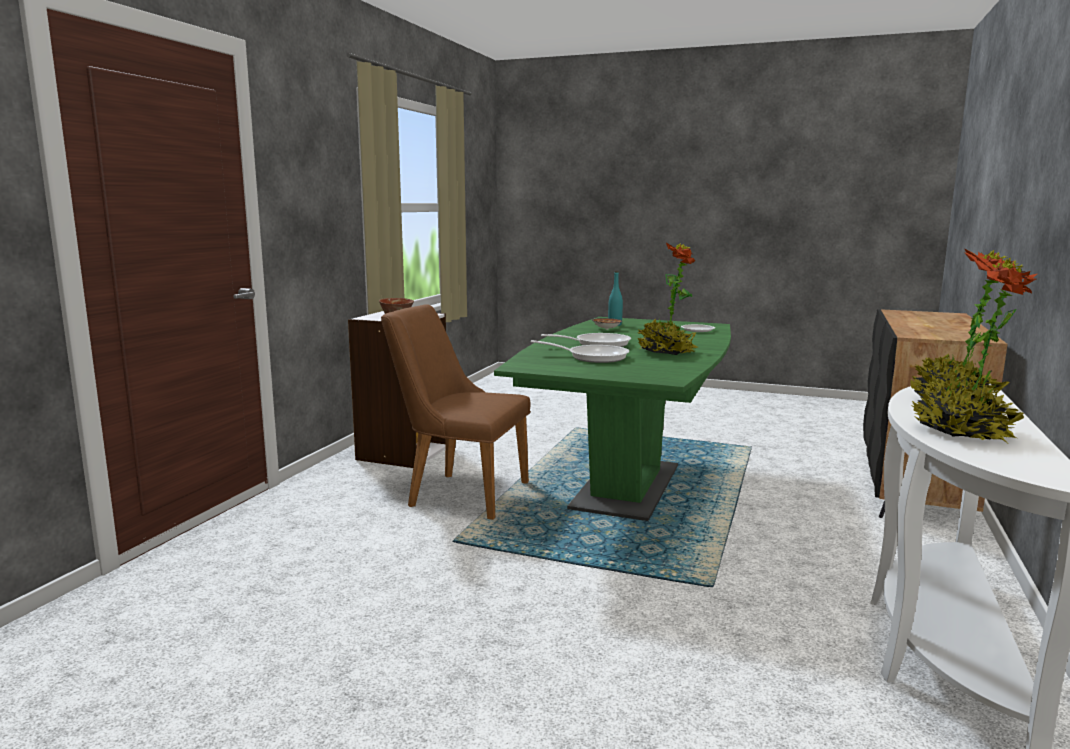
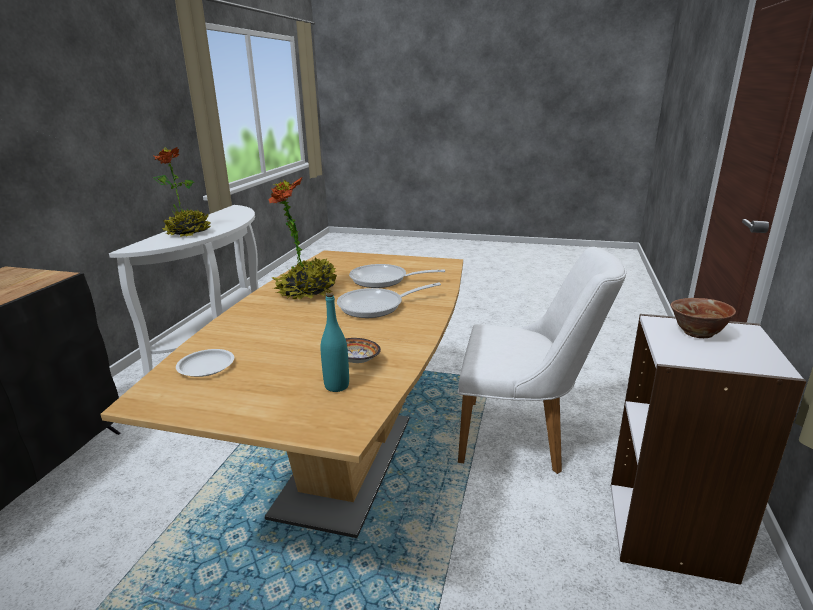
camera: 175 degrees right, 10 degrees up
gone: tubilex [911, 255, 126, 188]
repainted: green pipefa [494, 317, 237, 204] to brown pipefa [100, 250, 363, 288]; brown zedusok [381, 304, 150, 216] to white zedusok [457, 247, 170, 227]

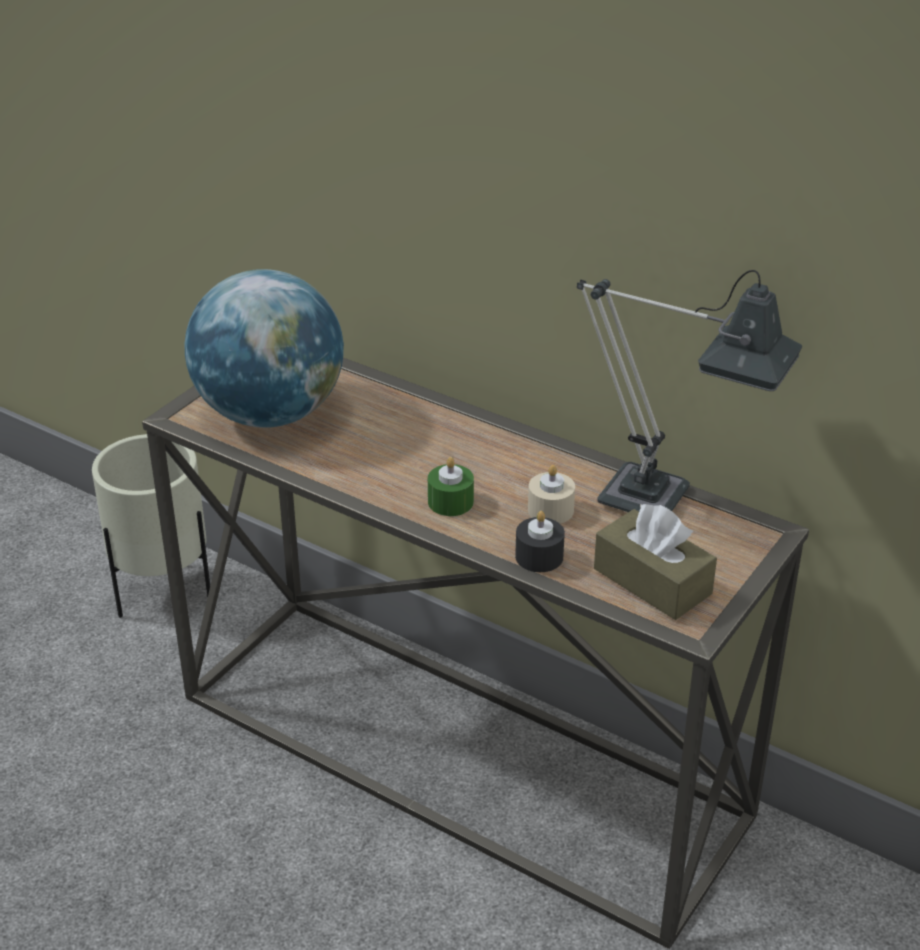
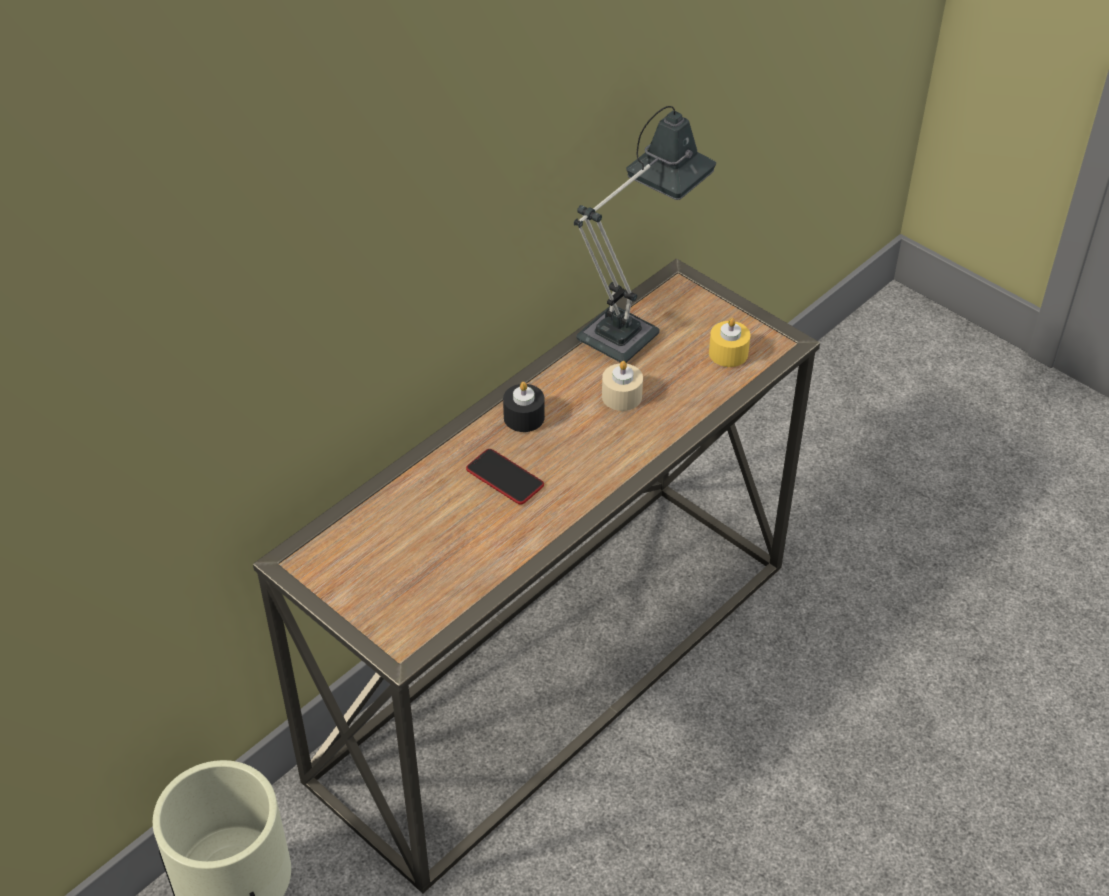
camera: 80 degrees left, 10 degrees up
gone: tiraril [185, 269, 159, 159]; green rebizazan [428, 457, 46, 59]
new: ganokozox [466, 449, 78, 56]
shifted: black rebizazan [515, 511, 50, 61] to [503, 382, 42, 50]
swapped: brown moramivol [594, 504, 123, 116] to yellow rebizazan [709, 318, 41, 49]

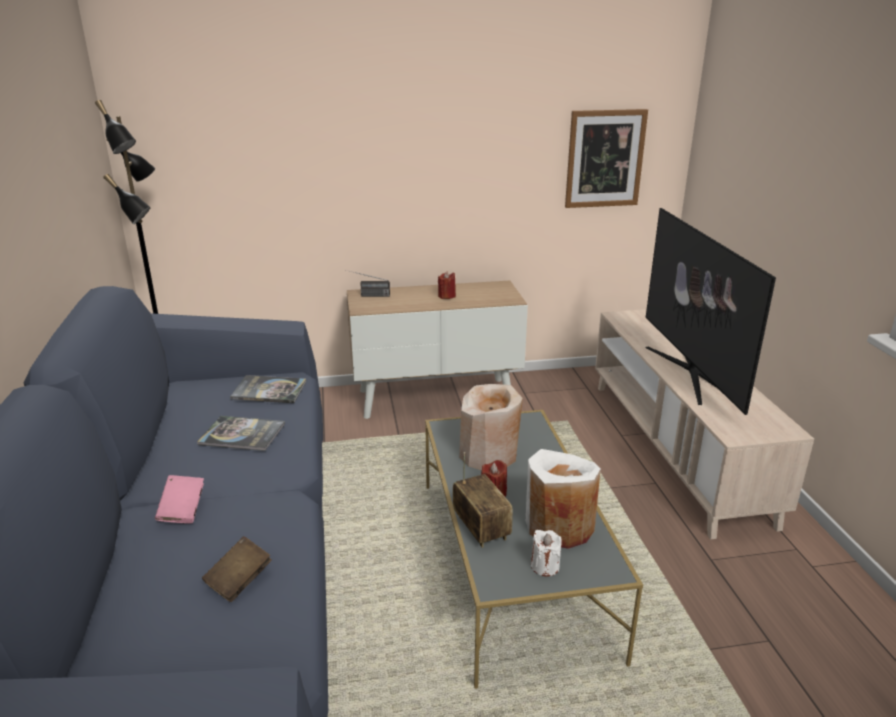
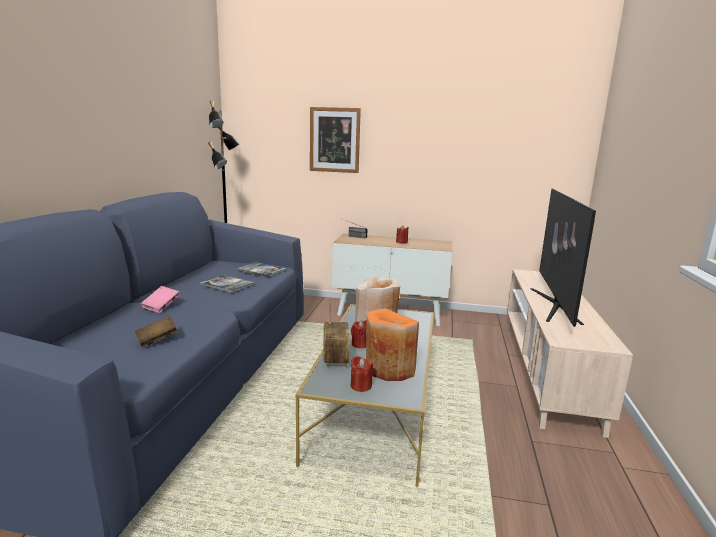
camera: 20 degrees right, 10 degrees down
shifted: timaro [565, 109, 83, 99] to [310, 107, 51, 66]
repainted: white rebizazan [531, 530, 31, 47] to red rebizazan [351, 356, 22, 36]; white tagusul [526, 449, 75, 100] to orange tagusul [366, 308, 53, 73]

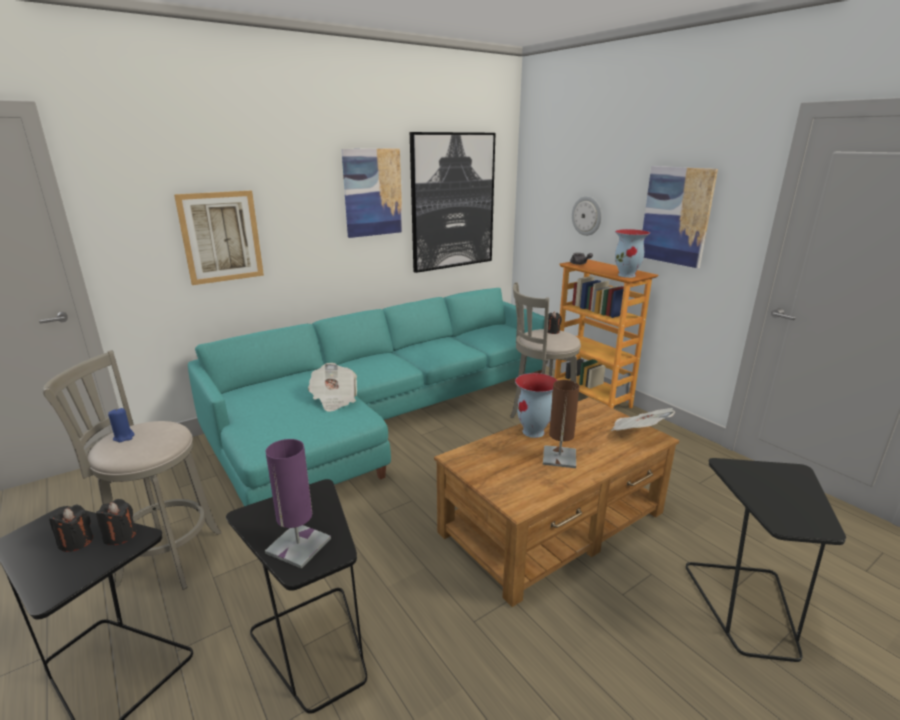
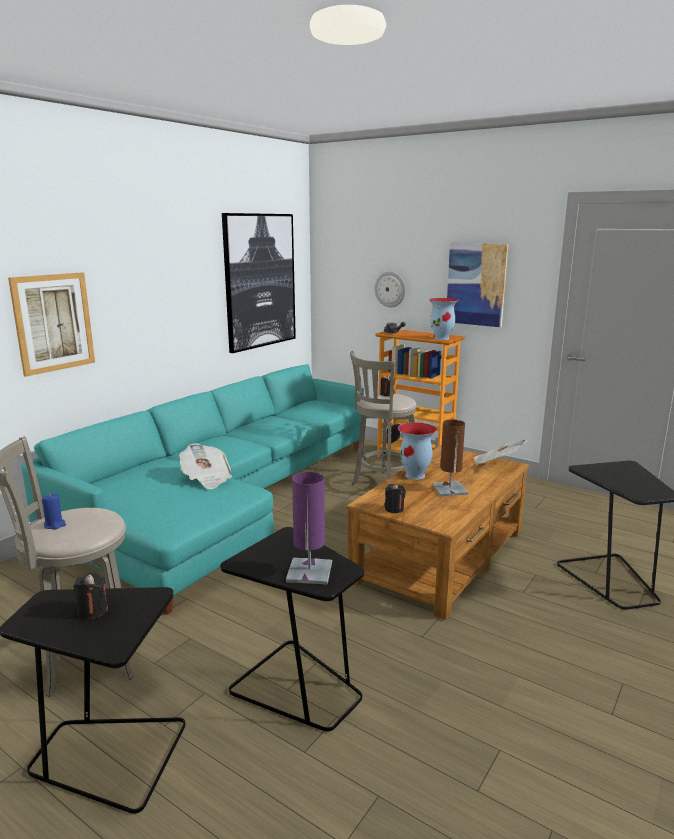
camera: 20 degrees left, 5 degrees down
gone: timaro [341, 148, 62, 90]
shifted: black rebizazan [96, 499, 40, 46] to [385, 483, 21, 30]

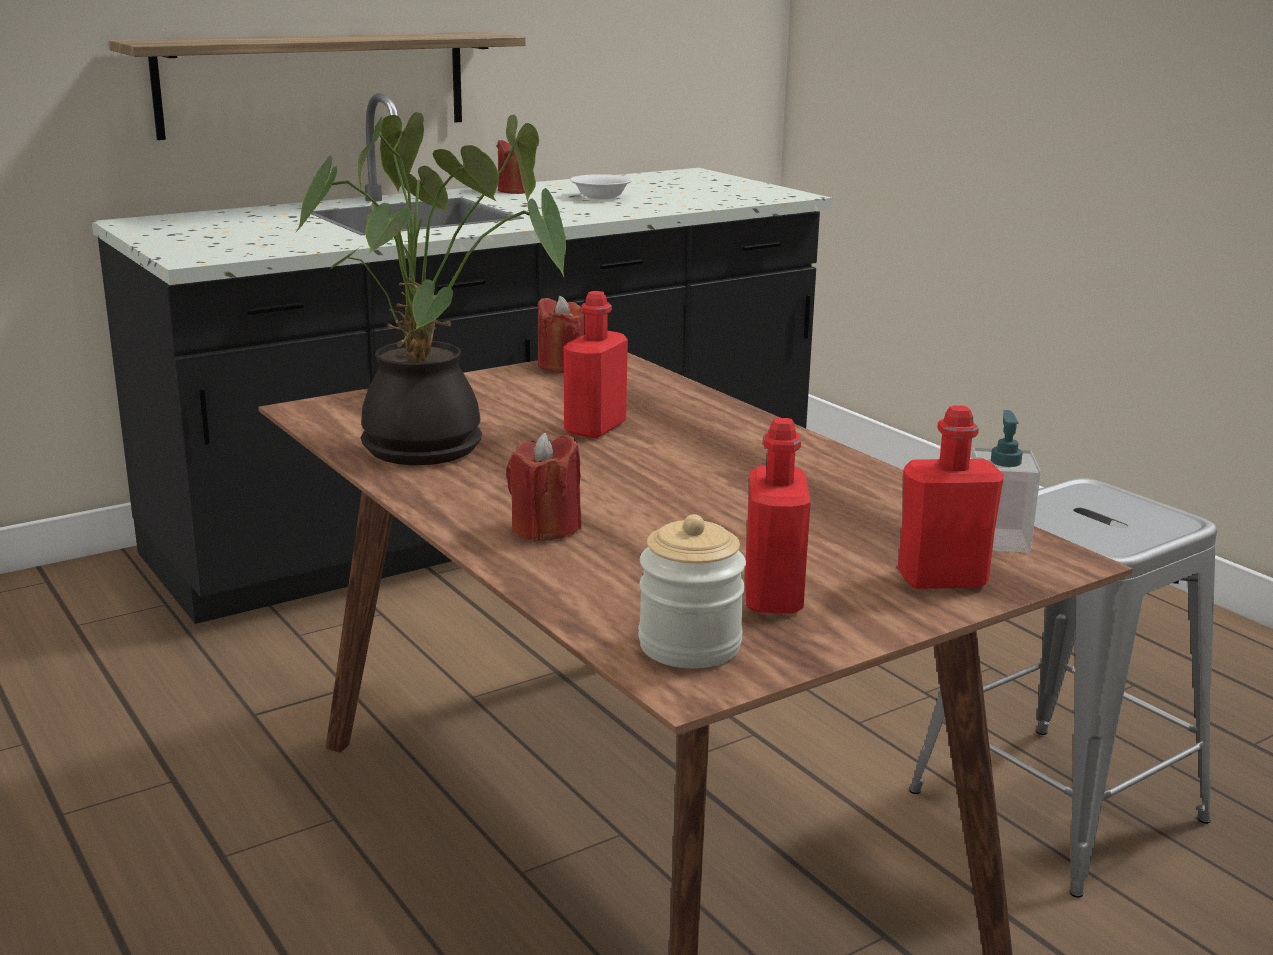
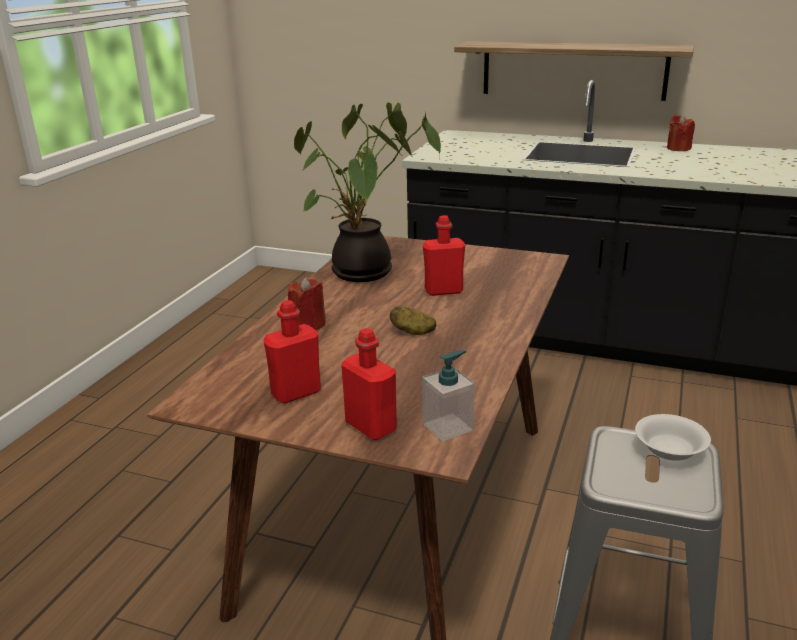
camera: 55 degrees right, 5 degrees up
gone: red rebizazan [537, 296, 48, 77]; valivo [638, 514, 108, 154]
new: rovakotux [390, 305, 46, 30]
shifted: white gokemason [570, 174, 63, 26] to [635, 414, 76, 47]

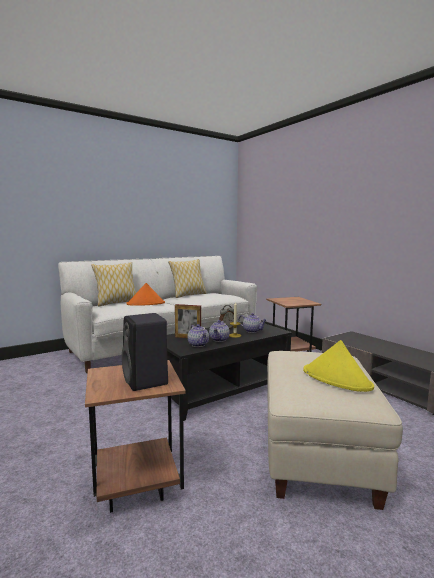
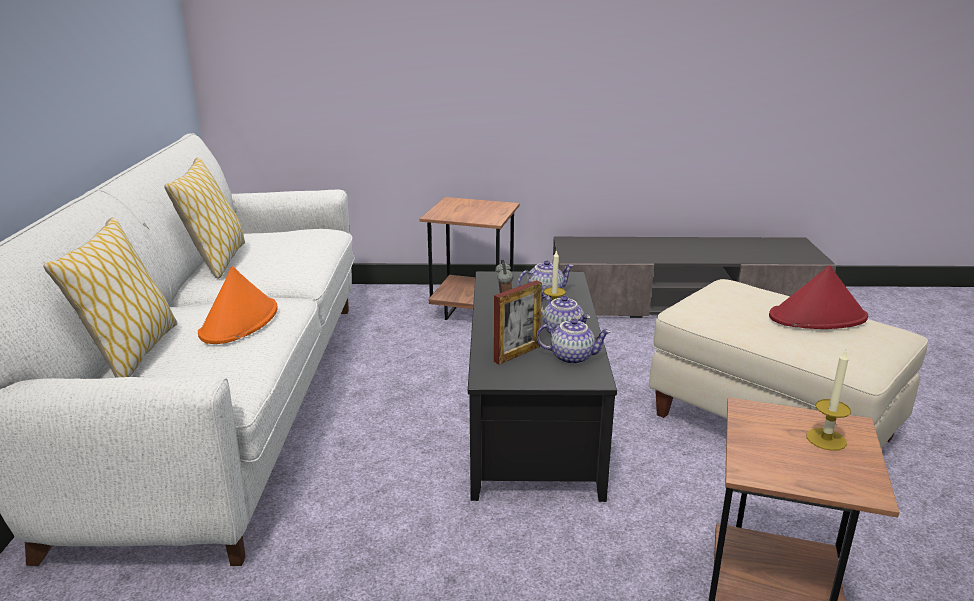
camera: 55 degrees left, 15 degrees up
swapped: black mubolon [122, 313, 46, 78] to rebizazan [806, 350, 45, 101]
repainted: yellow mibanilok [303, 340, 71, 52] to red mibanilok [769, 265, 99, 64]

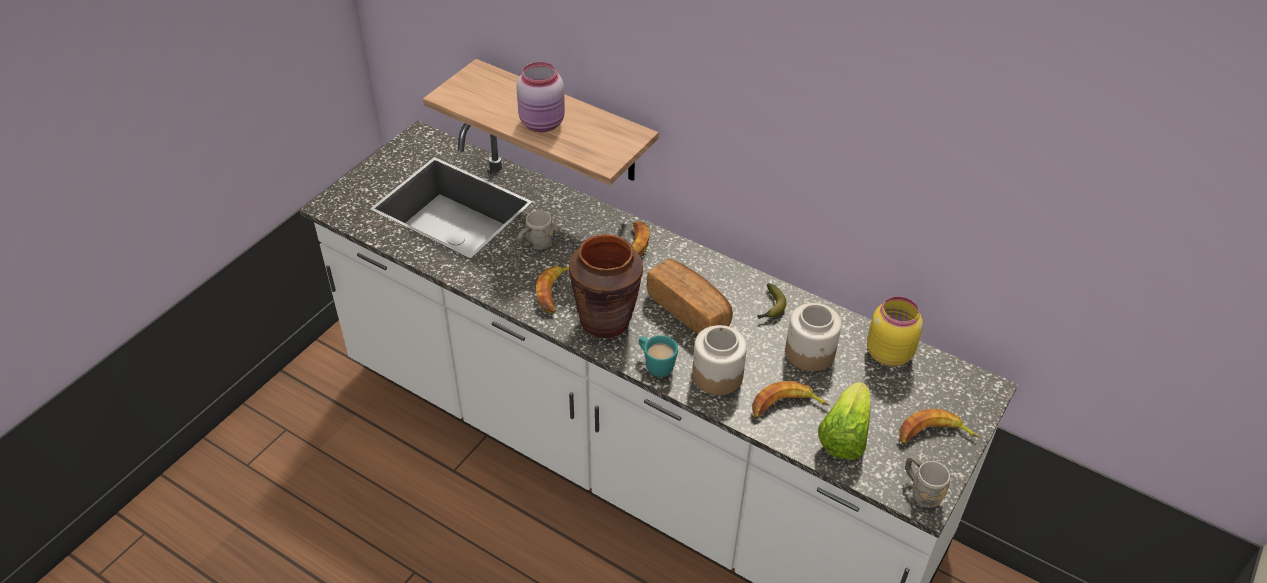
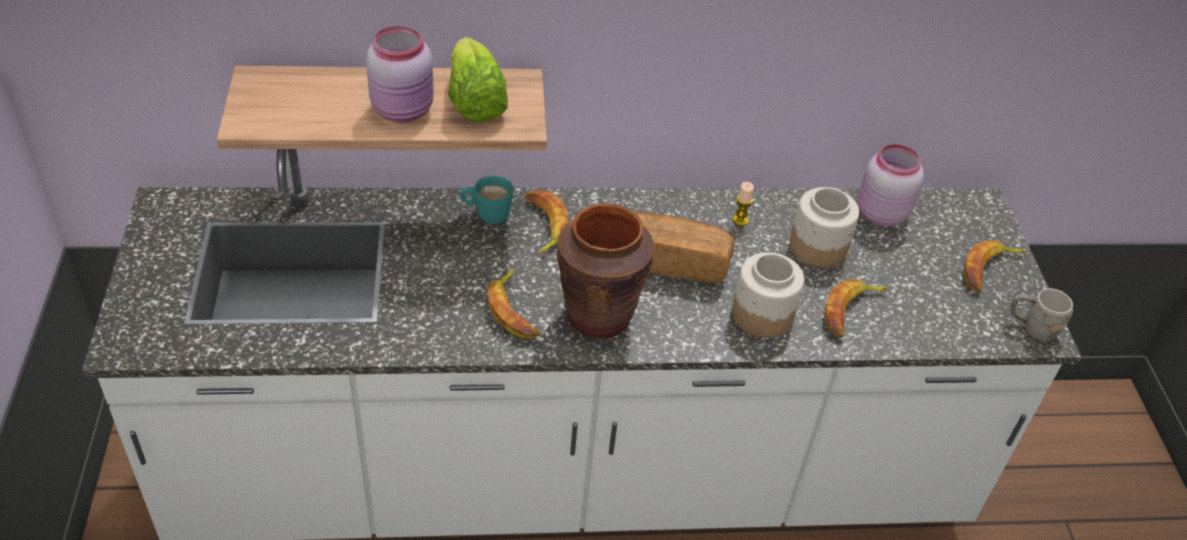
camera: 40 degrees left, 0 degrees up
gone: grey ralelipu [518, 210, 35, 40]
shifted: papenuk [818, 382, 52, 78] to [448, 37, 60, 85]; turquoise ralelipu [639, 335, 39, 42] to [460, 175, 54, 49]
swapped: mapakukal [758, 283, 29, 36] to rebizazan [733, 182, 21, 44]
repainted: yellow valivo [867, 296, 56, 71] to pink valivo [858, 144, 66, 82]

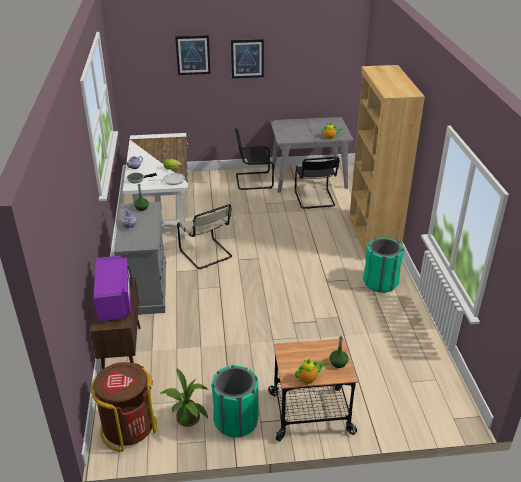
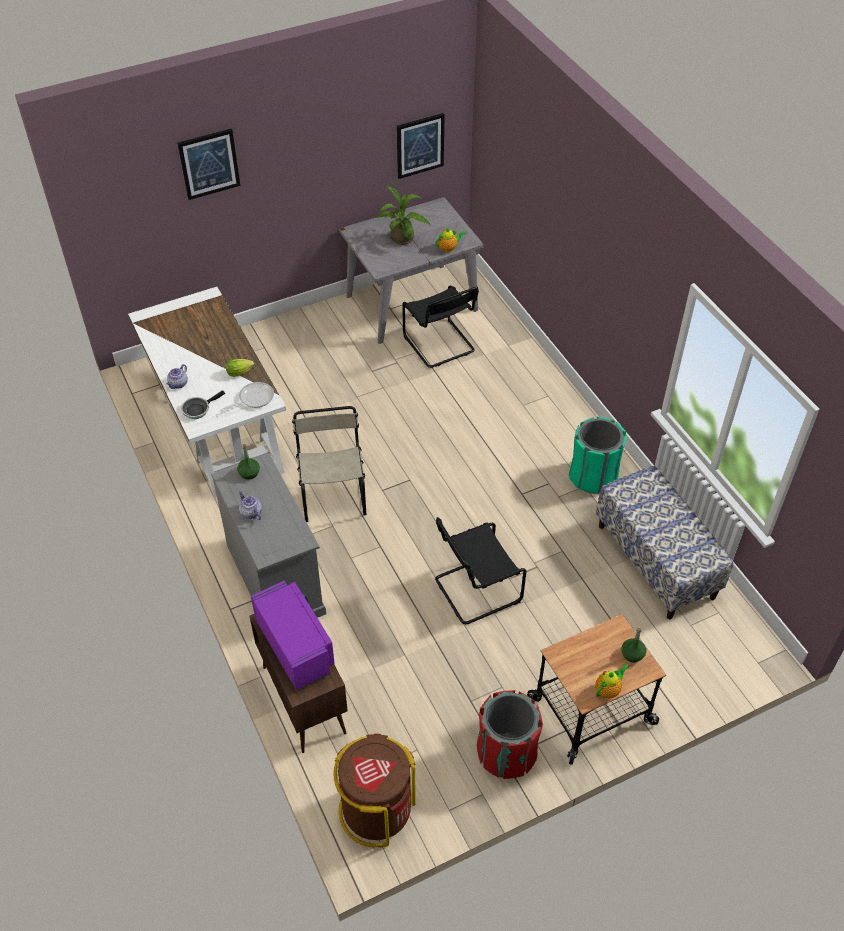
camera: 20 degrees left, 15 degrees up
gone: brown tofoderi [349, 65, 76, 195]
new: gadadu [596, 466, 137, 153]
shifted: tubilex [161, 368, 47, 59] to [375, 185, 56, 60]; timaro [231, 39, 33, 39] to [397, 113, 48, 66]; black zedusok [235, 128, 39, 62] to [435, 517, 91, 107]
repainted: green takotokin [211, 365, 47, 72] to red takotokin [477, 690, 66, 89]
rotated: beige zedusok [177, 204, 55, 65] = [292, 406, 74, 116] 135 degrees counterclockwise

